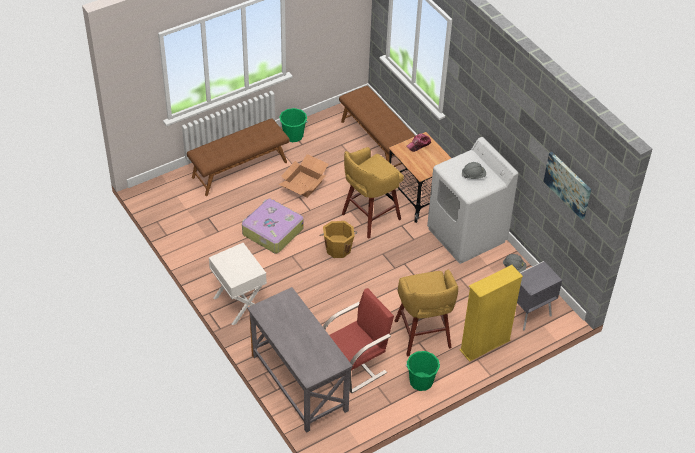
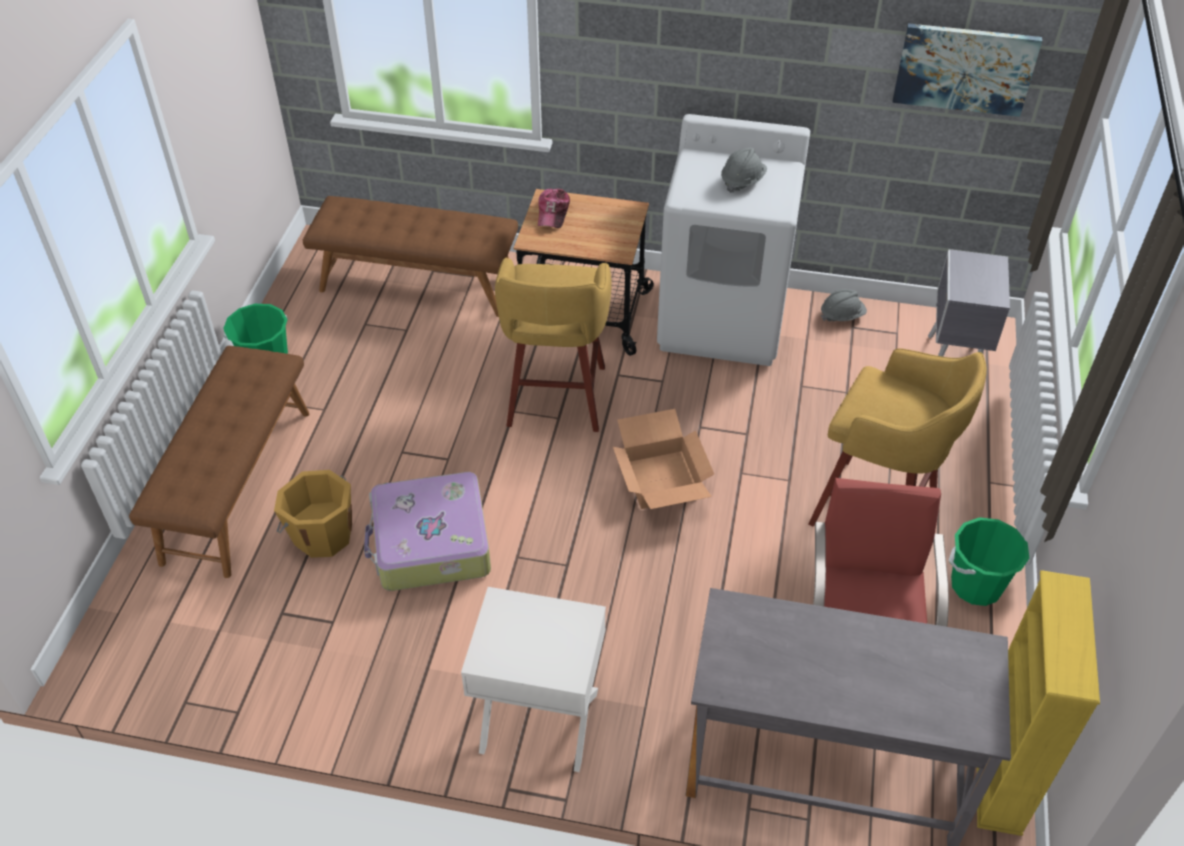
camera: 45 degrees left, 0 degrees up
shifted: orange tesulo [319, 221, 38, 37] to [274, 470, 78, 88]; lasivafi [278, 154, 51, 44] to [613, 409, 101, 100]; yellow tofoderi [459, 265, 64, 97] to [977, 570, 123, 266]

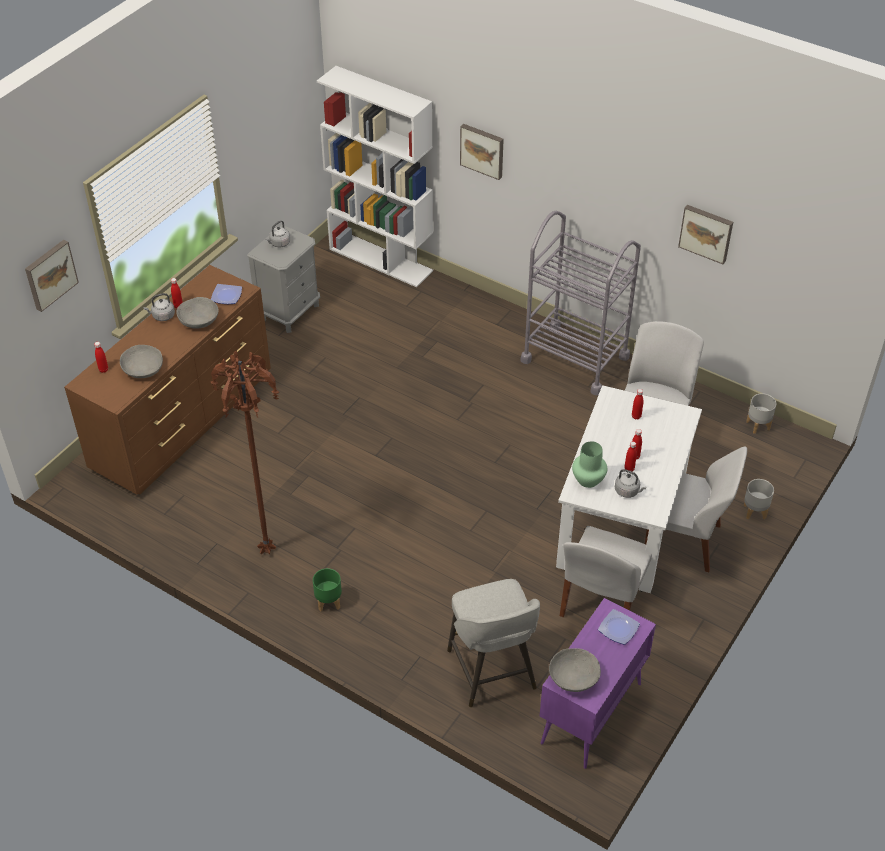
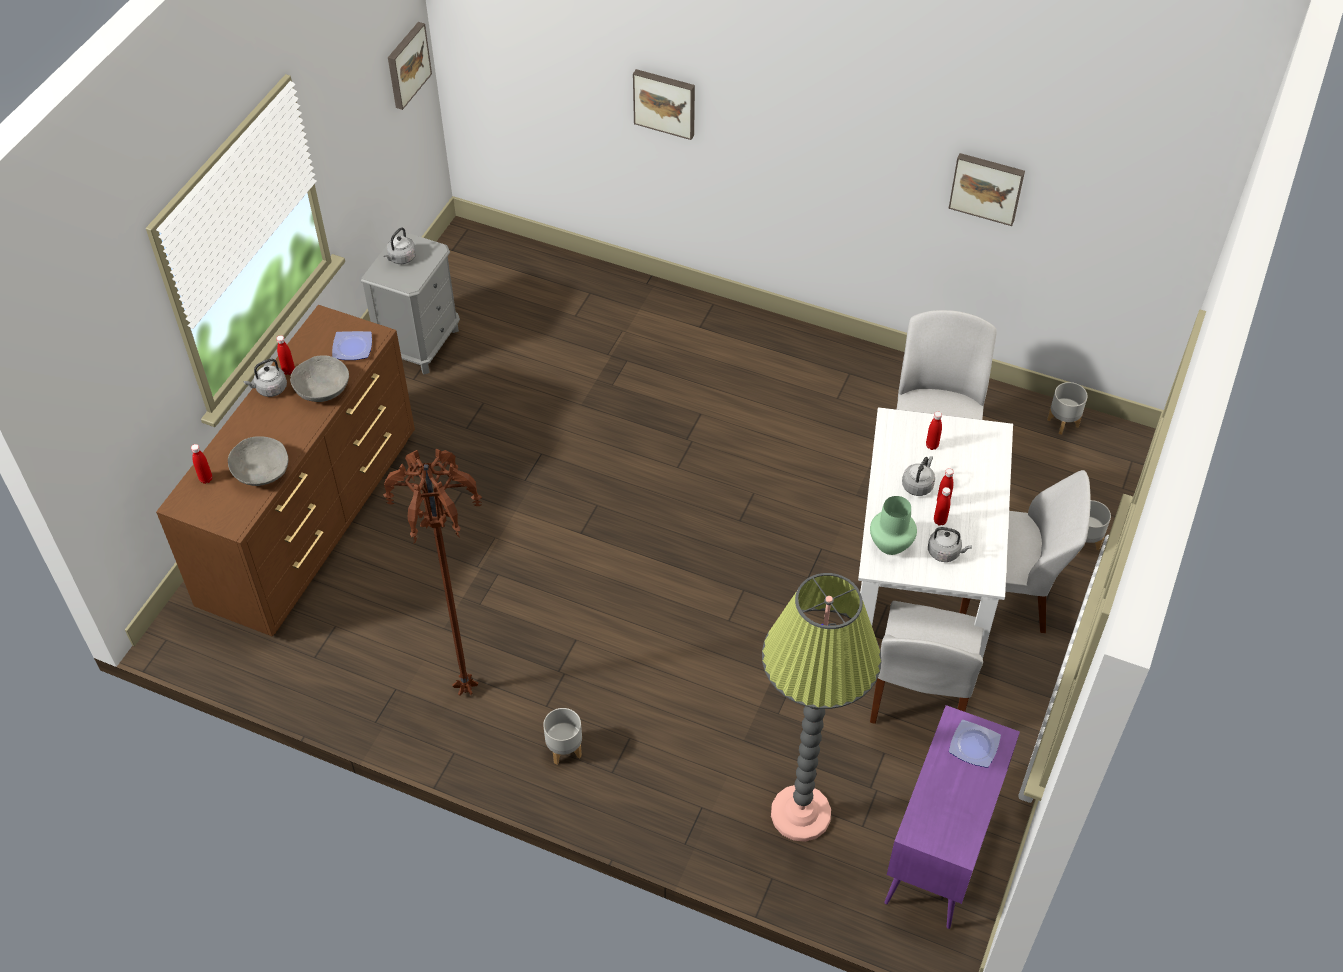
camera: 10 degrees left, 5 degrees up
gone: white tofoderi [317, 66, 116, 221]; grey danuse [521, 211, 120, 185]; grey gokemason [549, 648, 52, 44]
new: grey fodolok [902, 456, 33, 40]
shifted: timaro [25, 240, 54, 72] to [388, 22, 44, 88]
swapped: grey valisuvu [447, 579, 93, 128] to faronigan [762, 573, 120, 269]
repainted: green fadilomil [313, 568, 29, 43] to grey fadilomil [543, 708, 39, 57]

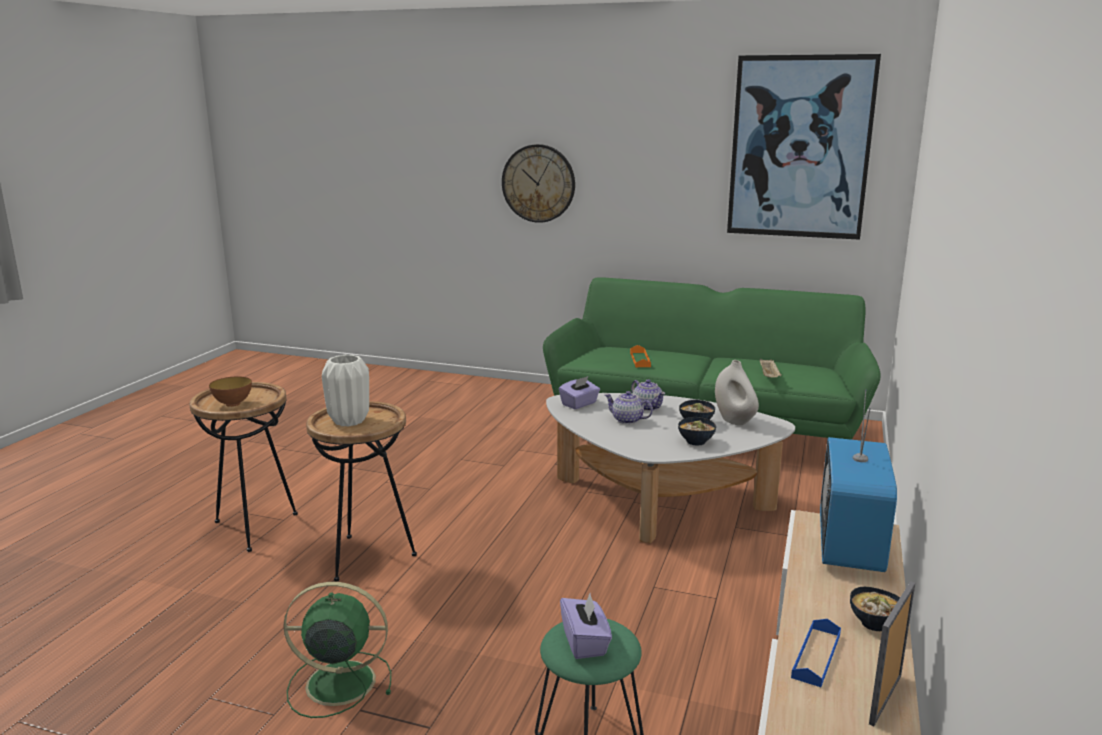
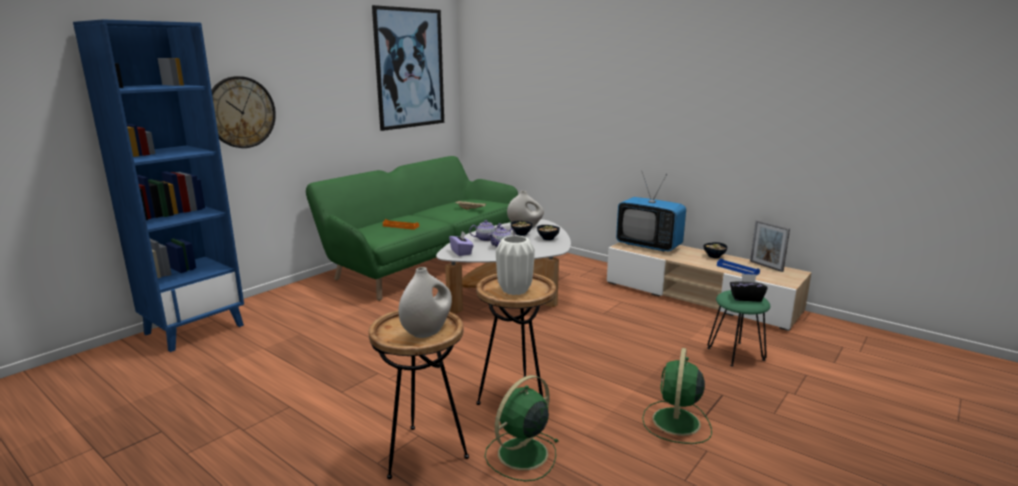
camera: 70 degrees left, 0 degrees up
new: blue tofoderi [73, 19, 171, 333]; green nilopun [485, 375, 73, 106]
swapped: gokemason [209, 376, 43, 31] to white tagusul [399, 267, 53, 71]
repainted: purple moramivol [560, 594, 52, 65] to black moramivol [730, 274, 38, 28]

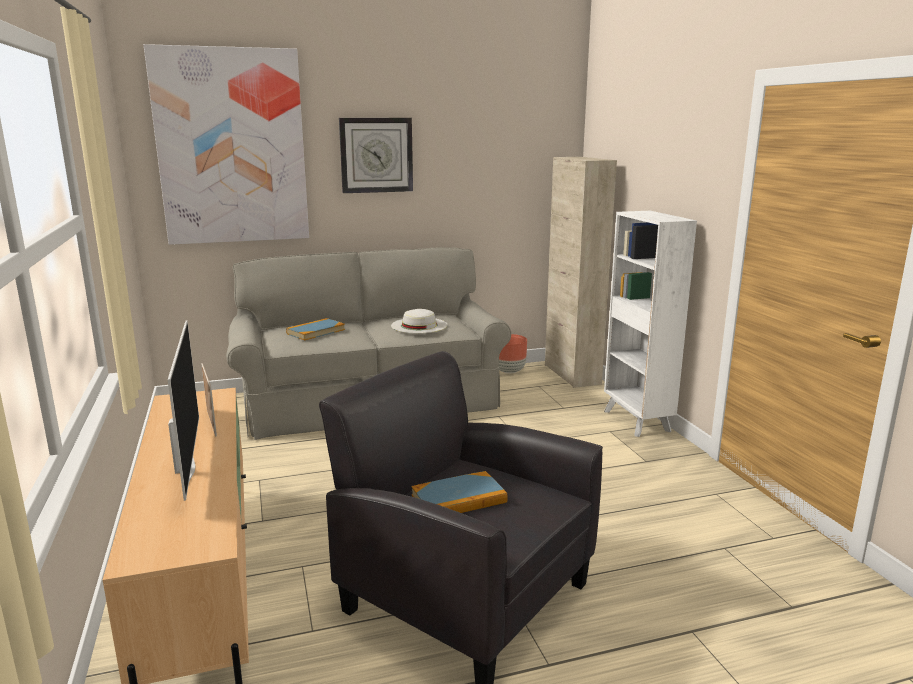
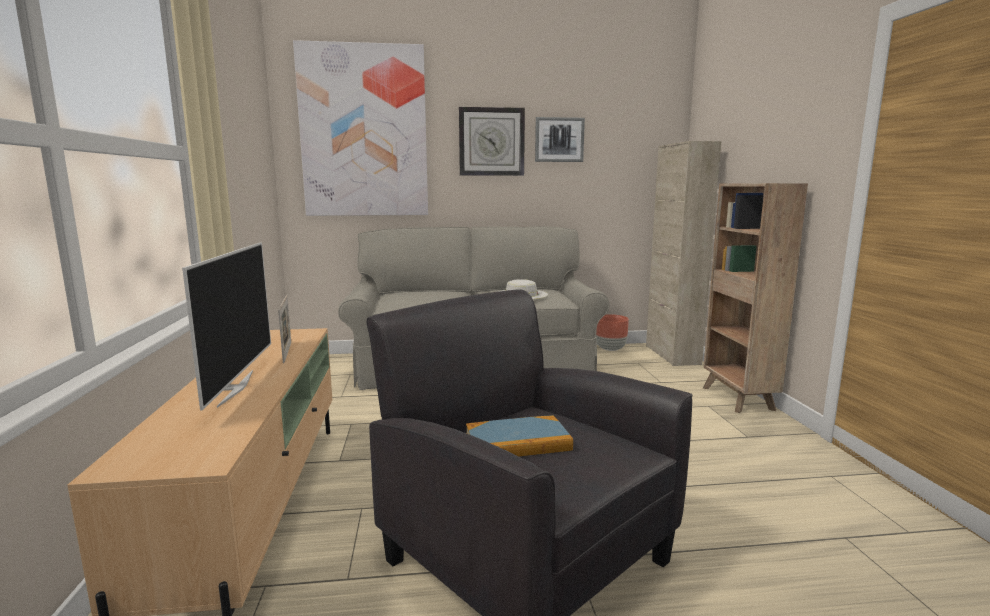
camera: 10 degrees right, 5 degrees down
gone: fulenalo [286, 318, 59, 23]
new: timaro [535, 117, 50, 45]
repainted: white tofoderi [604, 211, 93, 226] to brown tofoderi [703, 183, 105, 230]

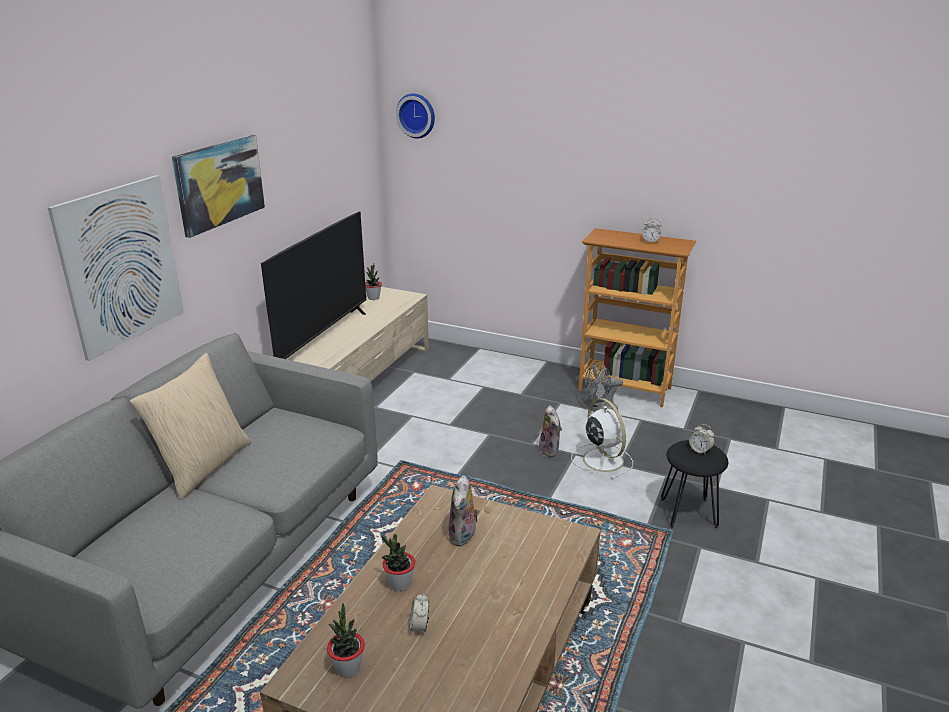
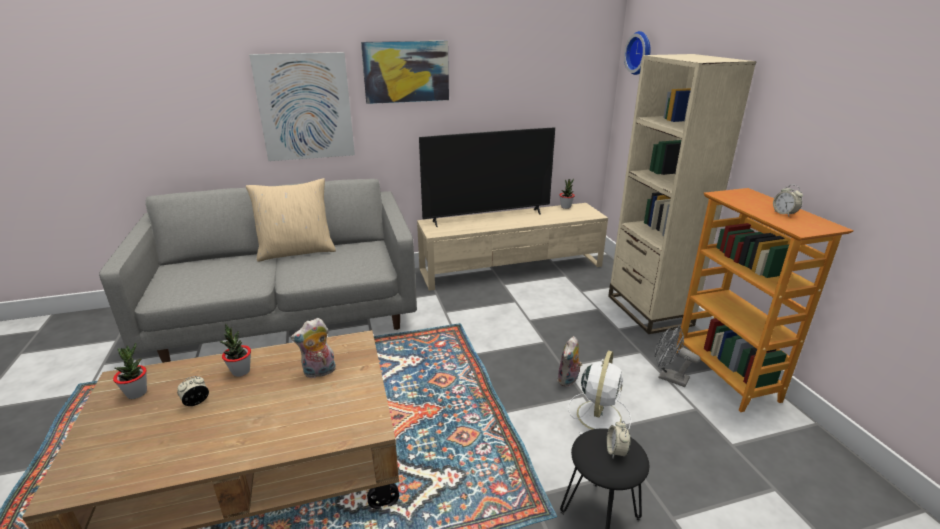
camera: 50 degrees right, 0 degrees up
new: beige tofoderi [608, 54, 149, 280]

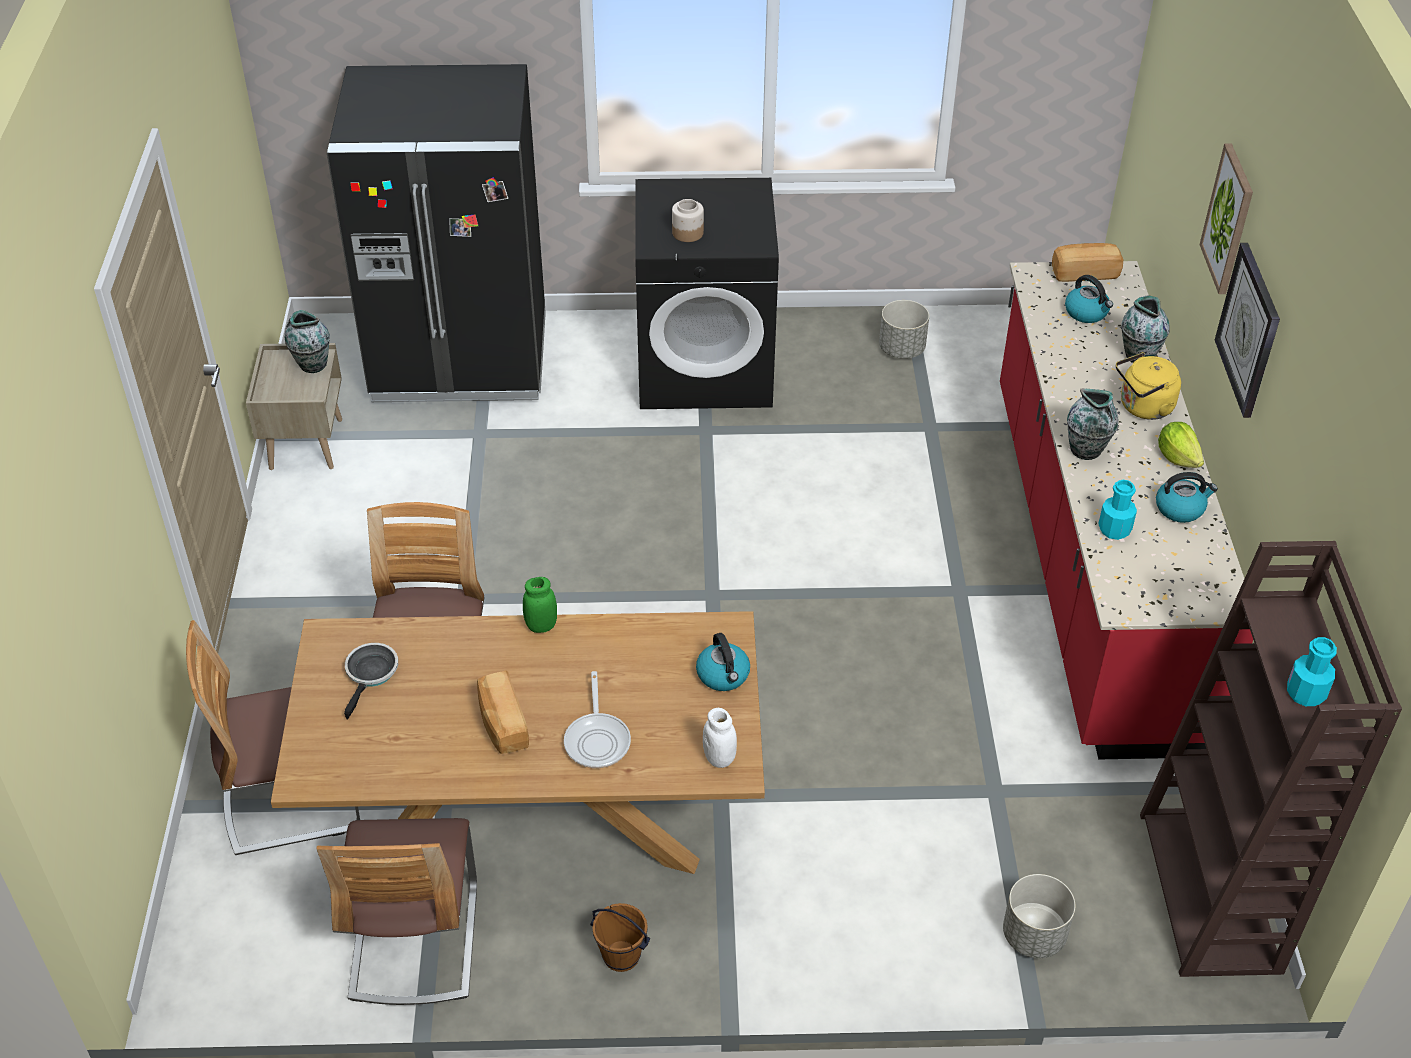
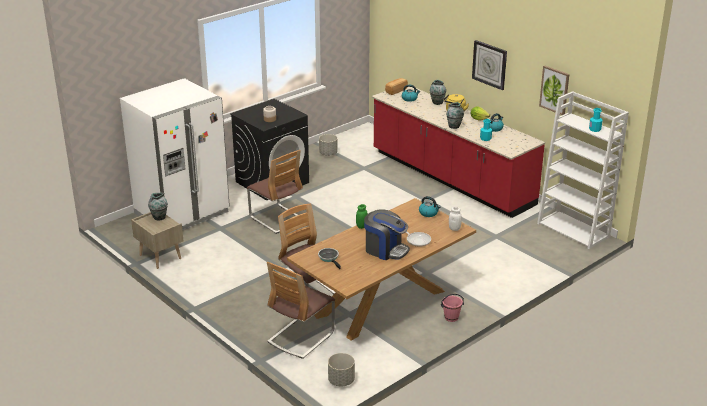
camera: 40 degrees left, 15 degrees down
shifted: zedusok [317, 818, 160, 187] to [247, 150, 56, 84]; grey fadilomil [1003, 874, 72, 84] to [328, 353, 27, 33]; timaro [1199, 144, 54, 150] to [539, 66, 30, 49]
swapped: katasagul [477, 670, 52, 84] to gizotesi [364, 209, 46, 51]
repainted: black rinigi [327, 64, 219, 338] to white rinigi [120, 78, 110, 153]; brown tesulo [590, 903, 60, 69] to pink tesulo [441, 294, 23, 28]; brown tofoderi [1140, 541, 262, 436] to white tofoderi [537, 91, 92, 158]

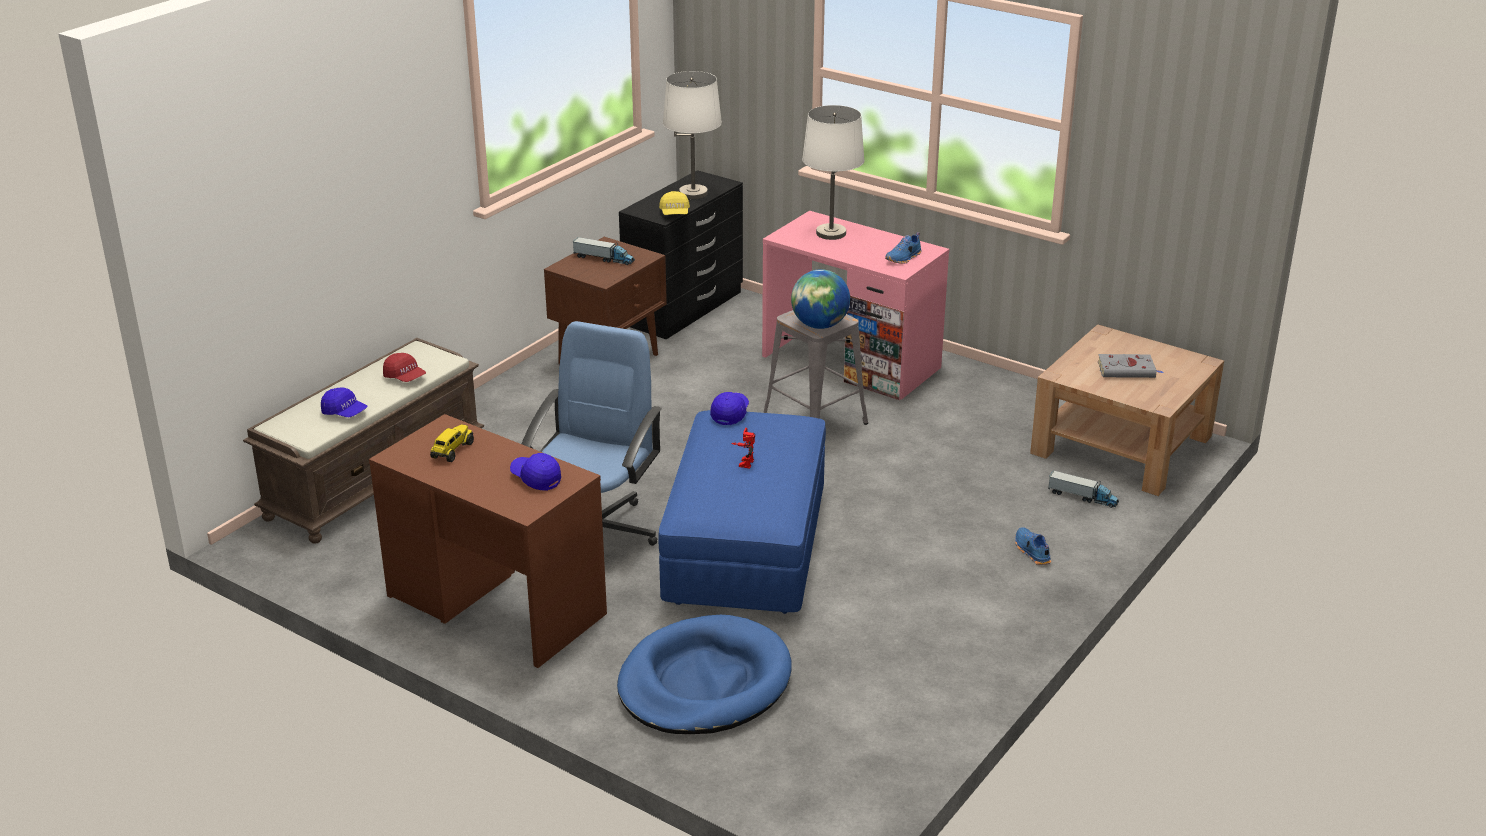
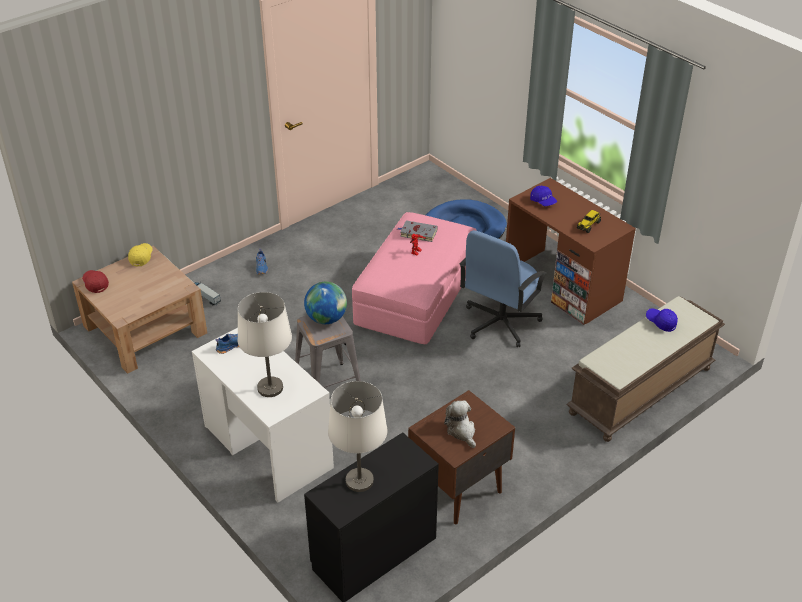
camera: 165 degrees left, 10 degrees up
gone: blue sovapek [710, 392, 39, 33]
shifted: red sovapek [383, 353, 43, 29] to [82, 270, 27, 23]; yellow sovapek [659, 191, 31, 24] to [128, 243, 25, 24]; grey fulenalo [1098, 354, 65, 24] to [398, 221, 40, 21]
swapped: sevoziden [573, 237, 62, 28] to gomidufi [444, 400, 32, 48]
repainted: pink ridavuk [762, 211, 187, 189] to white ridavuk [192, 328, 142, 175]; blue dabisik [658, 410, 168, 204] to pink dabisik [352, 212, 124, 132]

